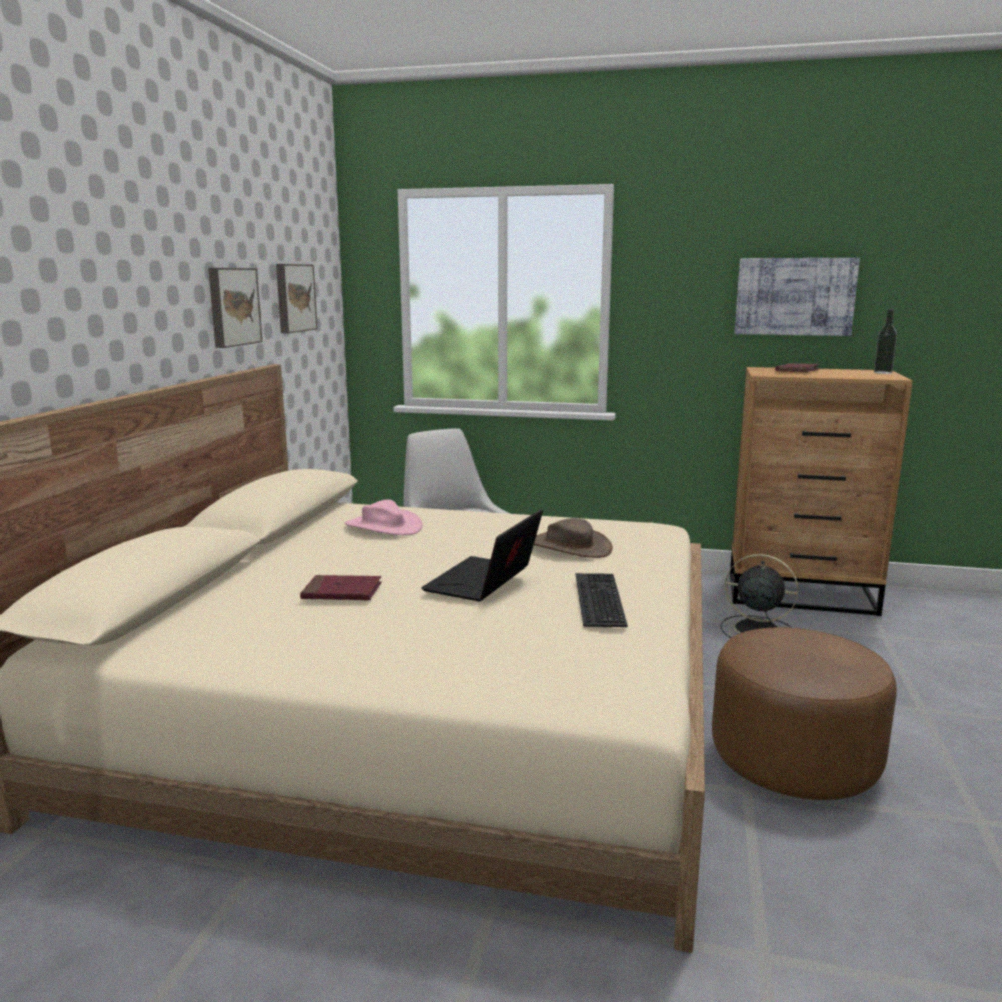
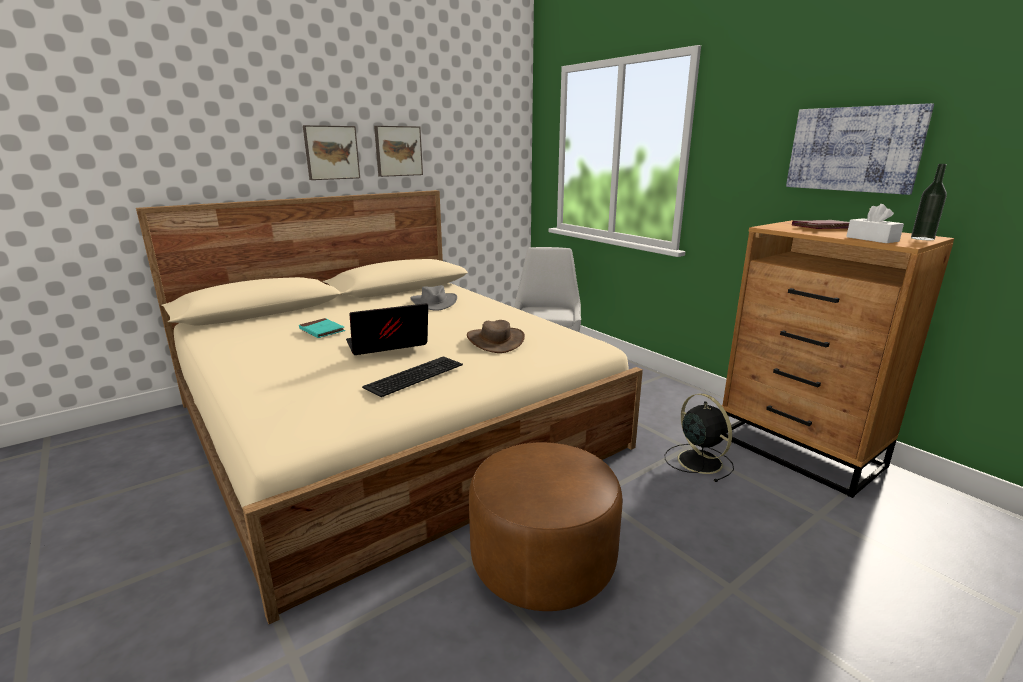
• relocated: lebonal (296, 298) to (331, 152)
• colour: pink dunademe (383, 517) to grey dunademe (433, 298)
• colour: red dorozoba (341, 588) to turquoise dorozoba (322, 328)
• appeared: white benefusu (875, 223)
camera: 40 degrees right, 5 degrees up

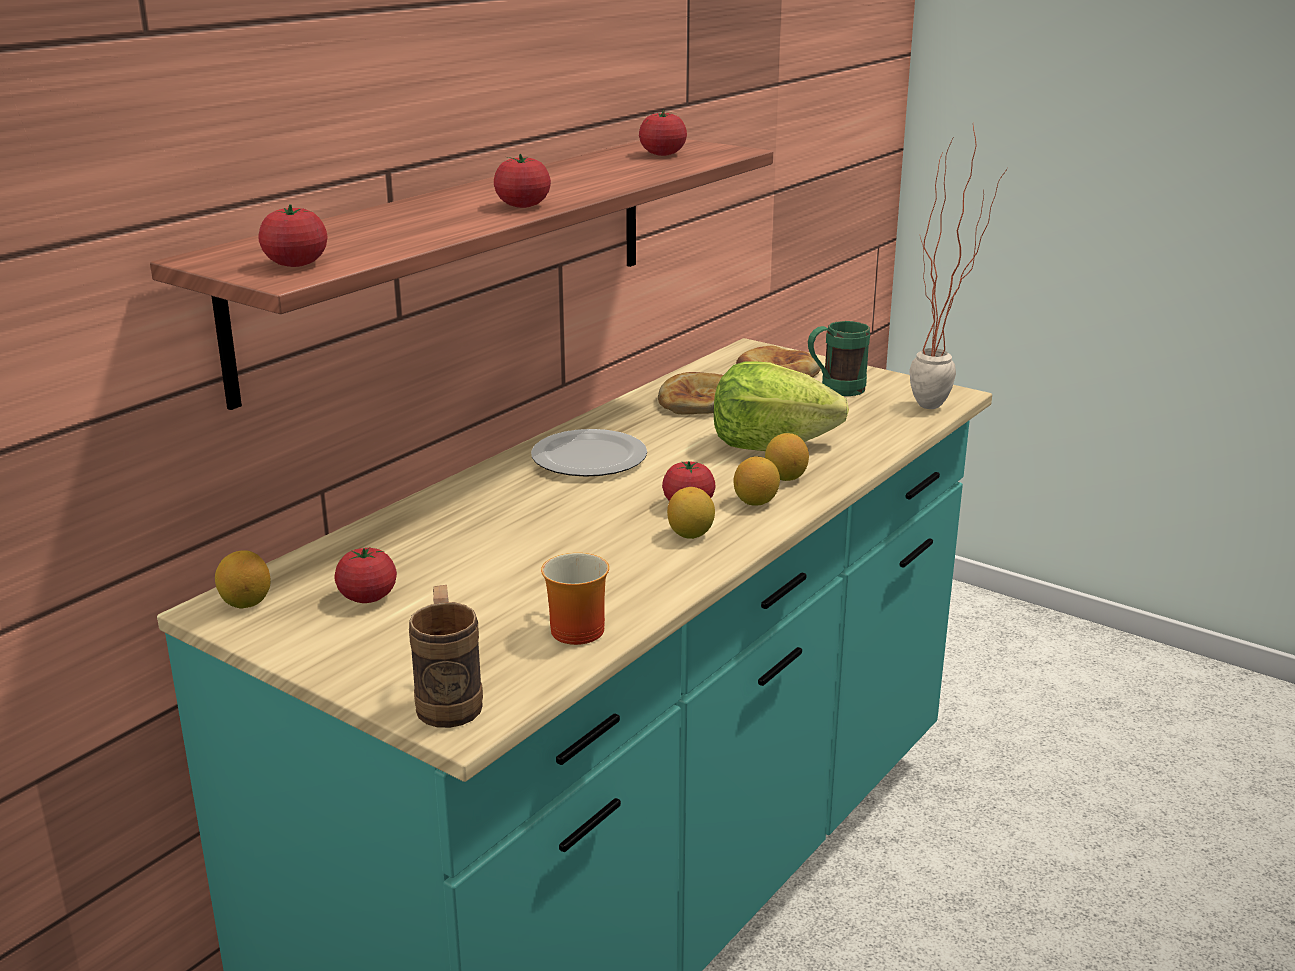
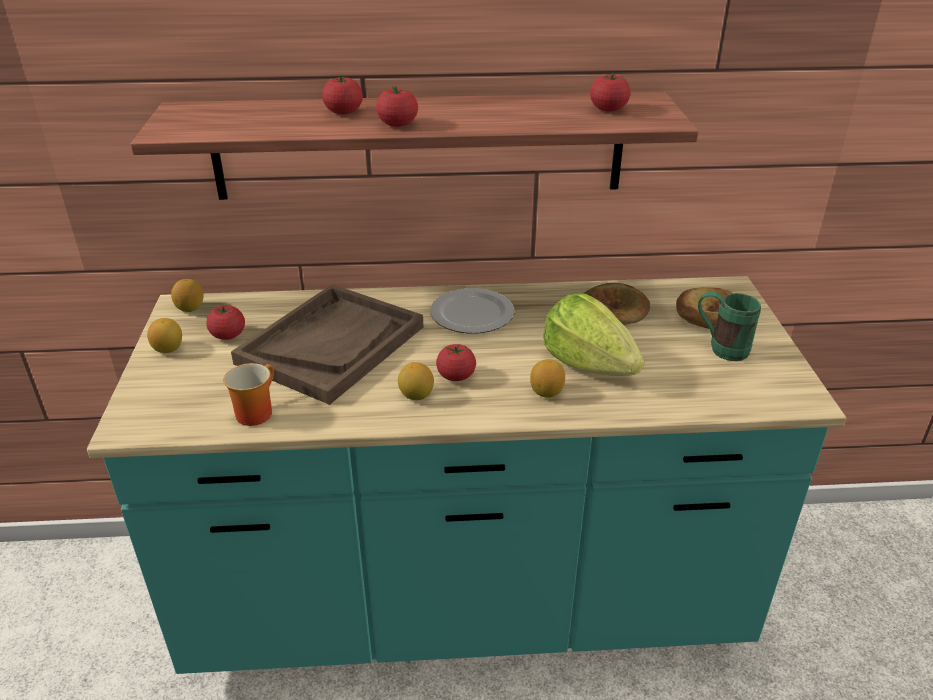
• missing: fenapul (958, 267)
• relocated: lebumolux (293, 235) to (342, 95)
• relocated: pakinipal (756, 481) to (164, 335)
• missing: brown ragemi (446, 656)
• appeared: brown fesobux (327, 344)
camera: 50 degrees right, 10 degrees up

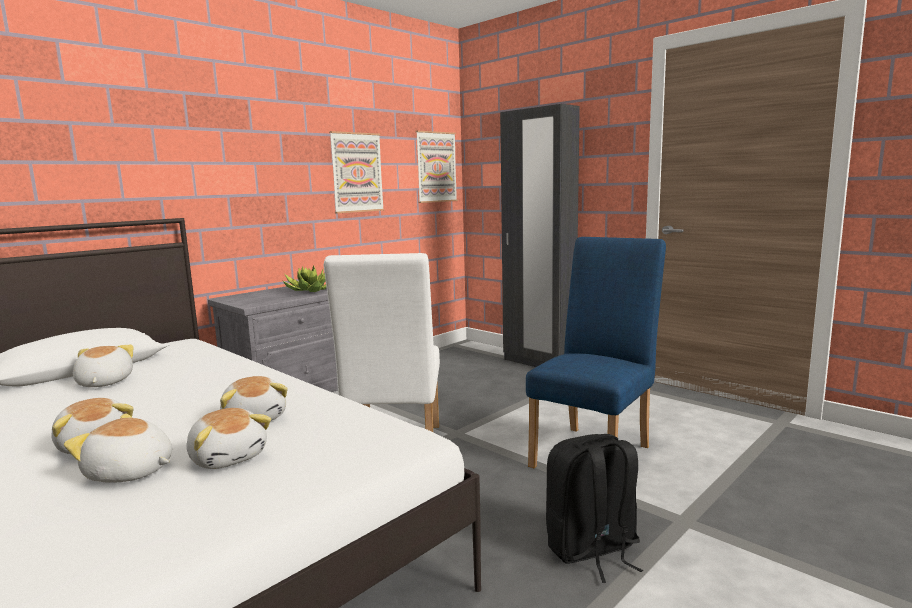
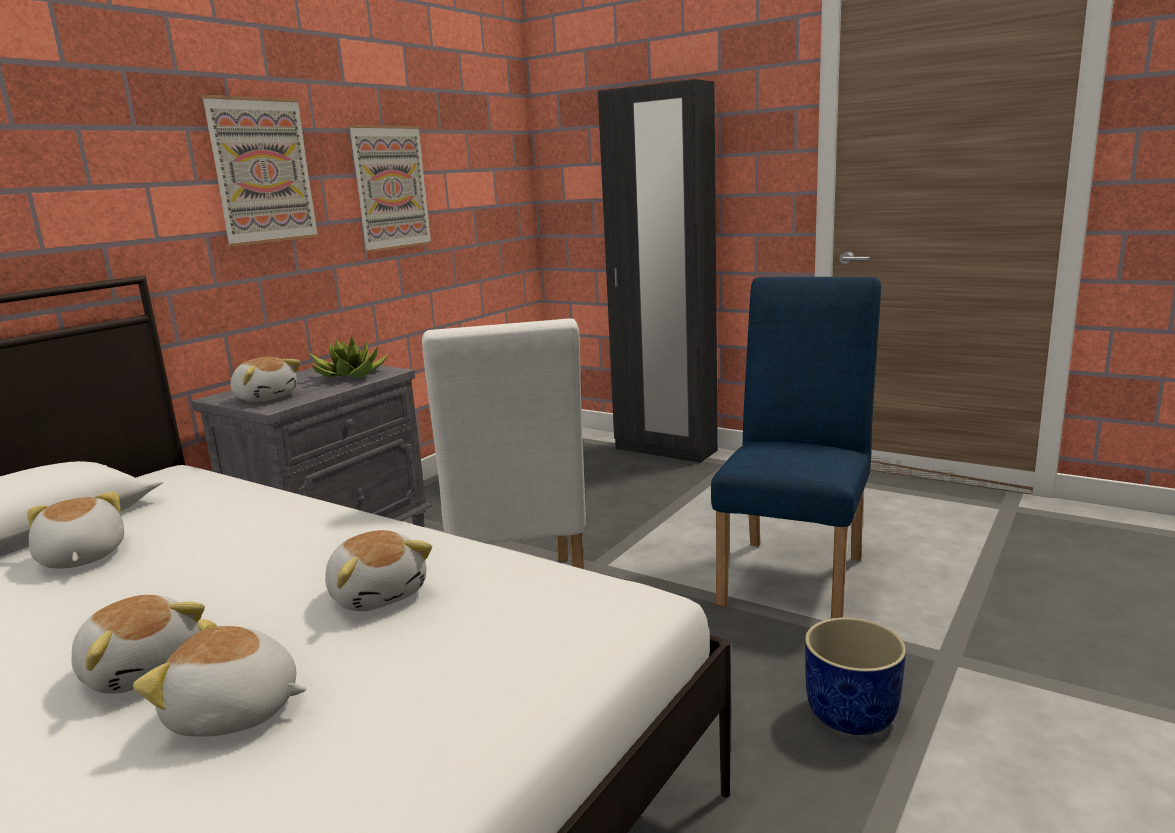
• relocated: lebonal (437, 167) to (260, 171)
• relocated: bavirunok (228, 438) to (265, 379)
• exchanged: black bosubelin (594, 508) to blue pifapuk (855, 676)
camera: 10 degrees left, 5 degrees up

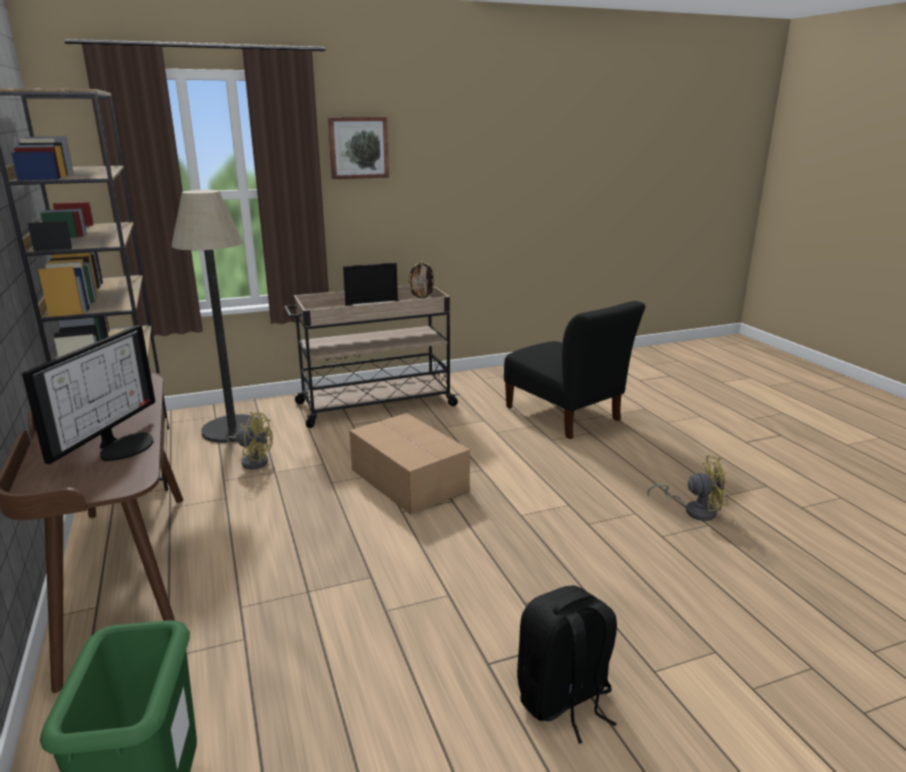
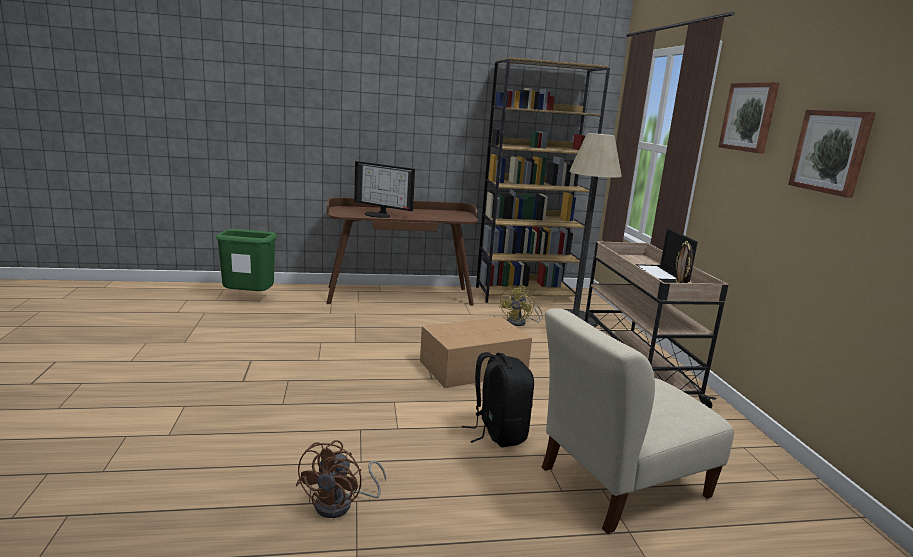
• colour: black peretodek (574, 370) to beige peretodek (638, 421)
• colour: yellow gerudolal (688, 488) to brown gerudolal (341, 479)
• relocated: black bosubelin (567, 664) to (498, 399)
• appeared: lebonal (832, 154)
camera: 100 degrees right, 5 degrees down

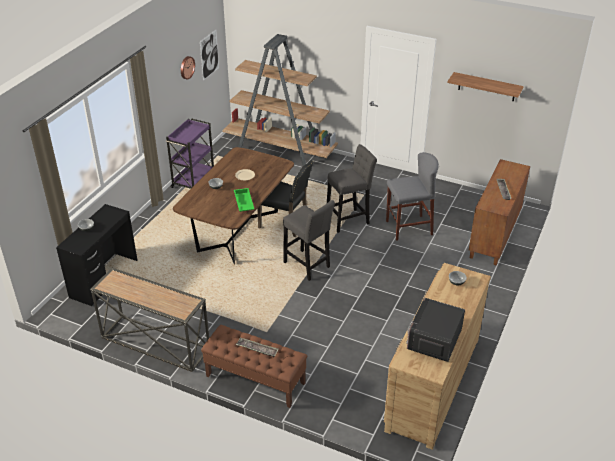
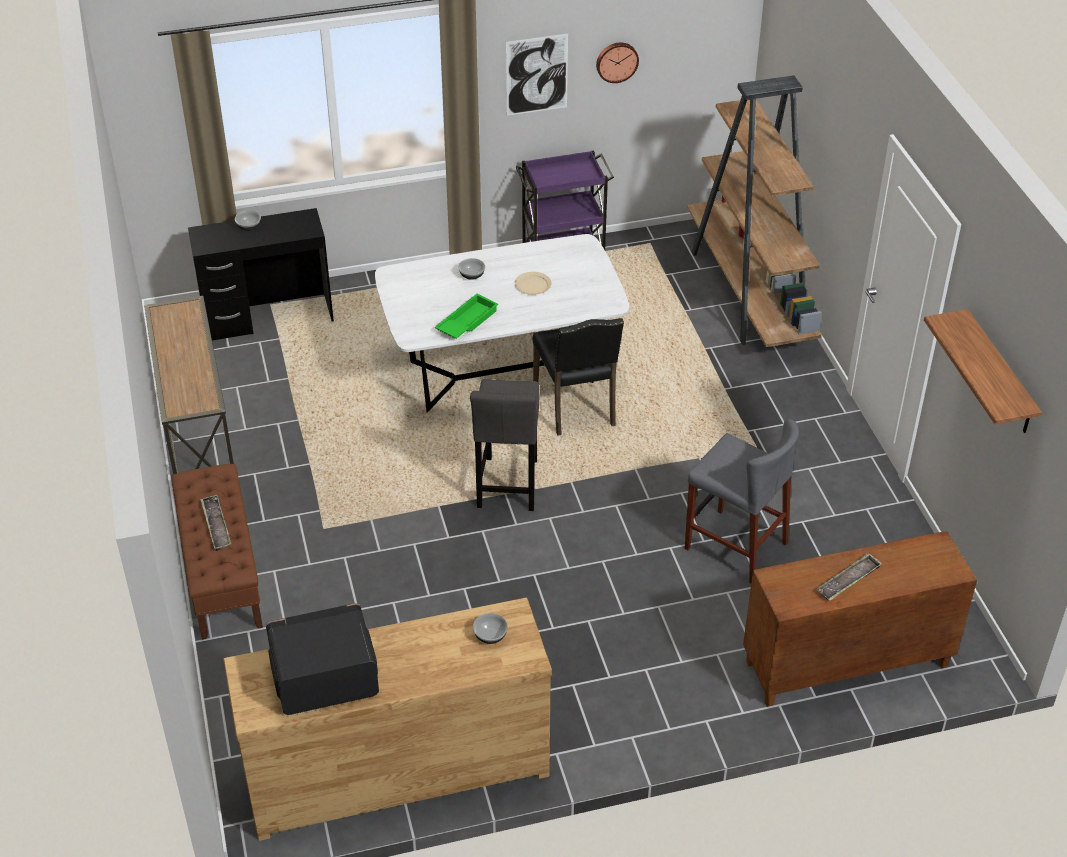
• relocated: lebonal (209, 55) to (537, 74)
• missing: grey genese (352, 188)
• colour: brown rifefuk (233, 205) to white rifefuk (502, 323)
camera: 50 degrees right, 5 degrees up

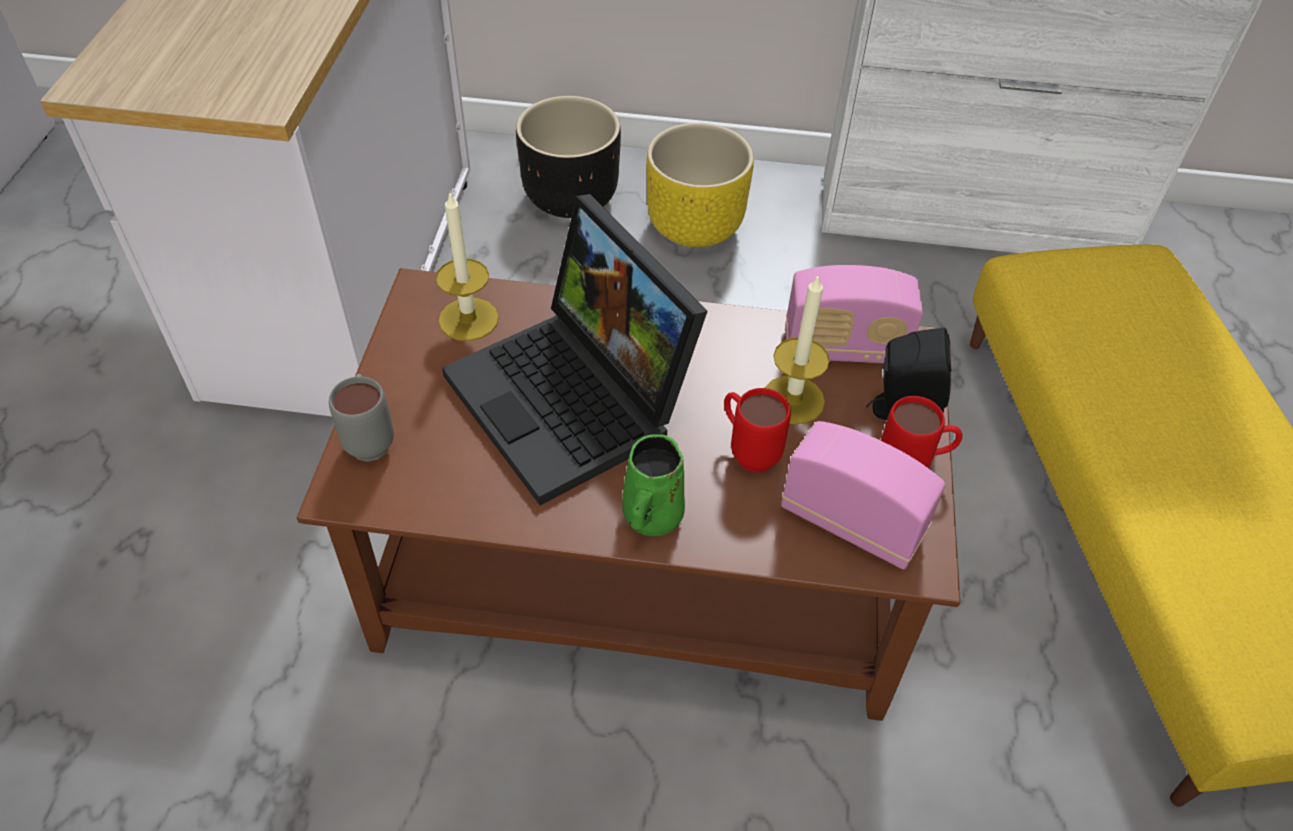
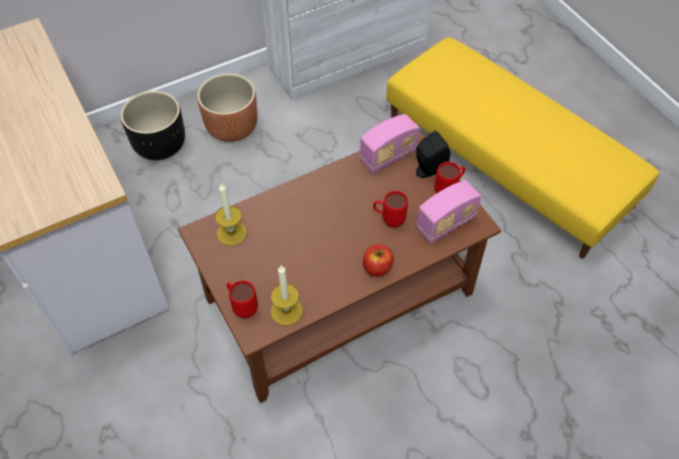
• colour: yellow pifapuk (700, 185) to brown pifapuk (227, 107)
• missing: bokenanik (575, 349)
• relocated: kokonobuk (797, 349) to (287, 296)
• colour: grey ragemi (361, 418) to red ragemi (242, 299)
• spun: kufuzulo (863, 495) = (448, 212) 150 degrees clockwise
• exchanged: green ragemi (653, 485) to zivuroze (378, 260)
camera: 35 degrees left, 5 degrees up

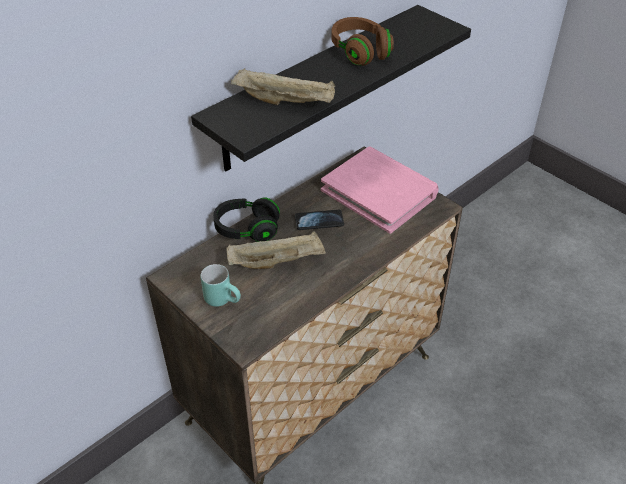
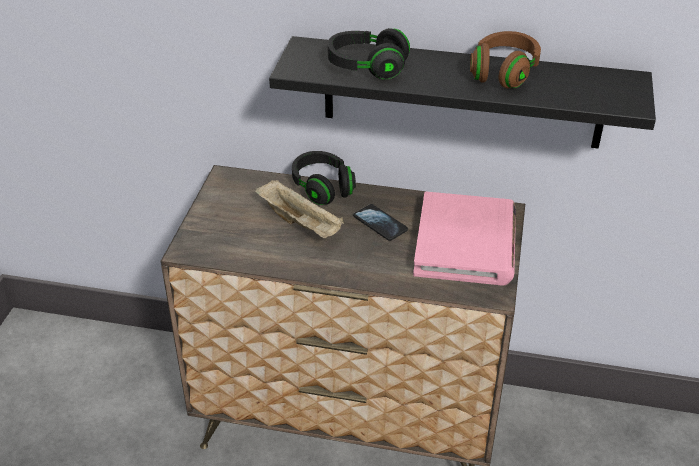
• exchanged: beige fesobux (283, 86) to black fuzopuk (369, 54)
• missing: turquoise ragemi (221, 285)
camera: 55 degrees right, 5 degrees down

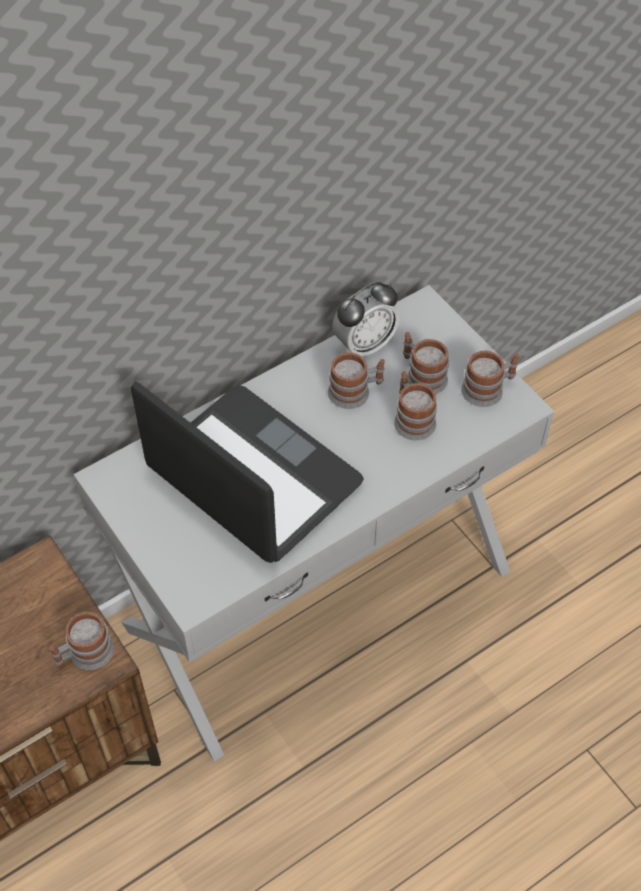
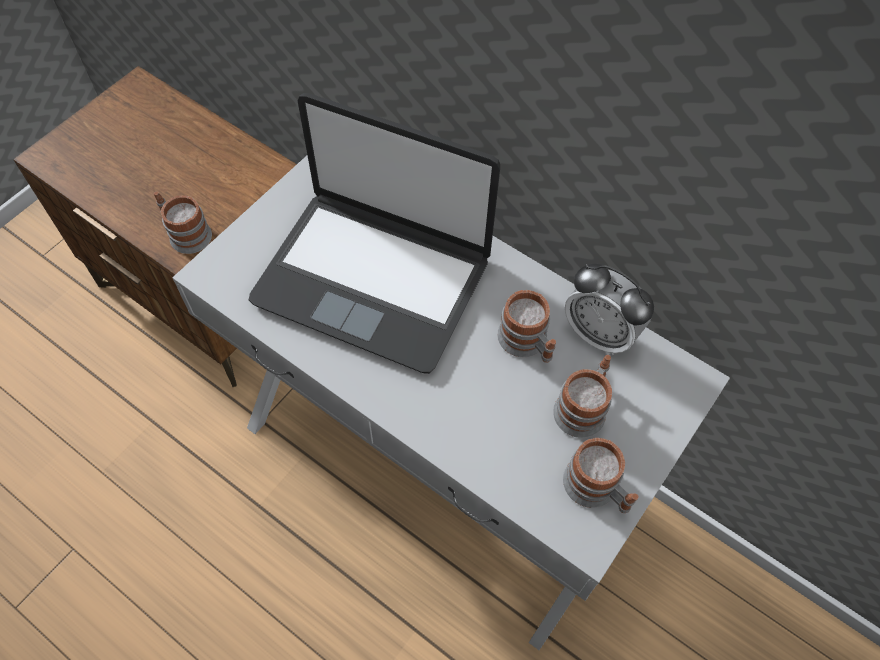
• missing: ragemi (415, 406)
• spun: bokenanik (247, 472) = (374, 233) 90 degrees clockwise
camera: 70 degrees right, 5 degrees up

